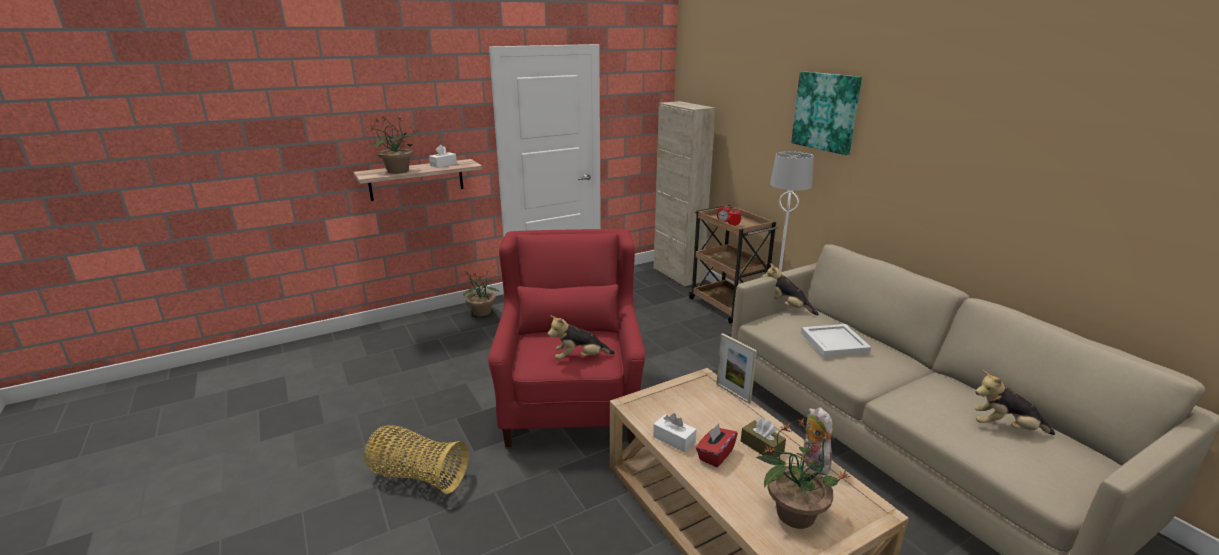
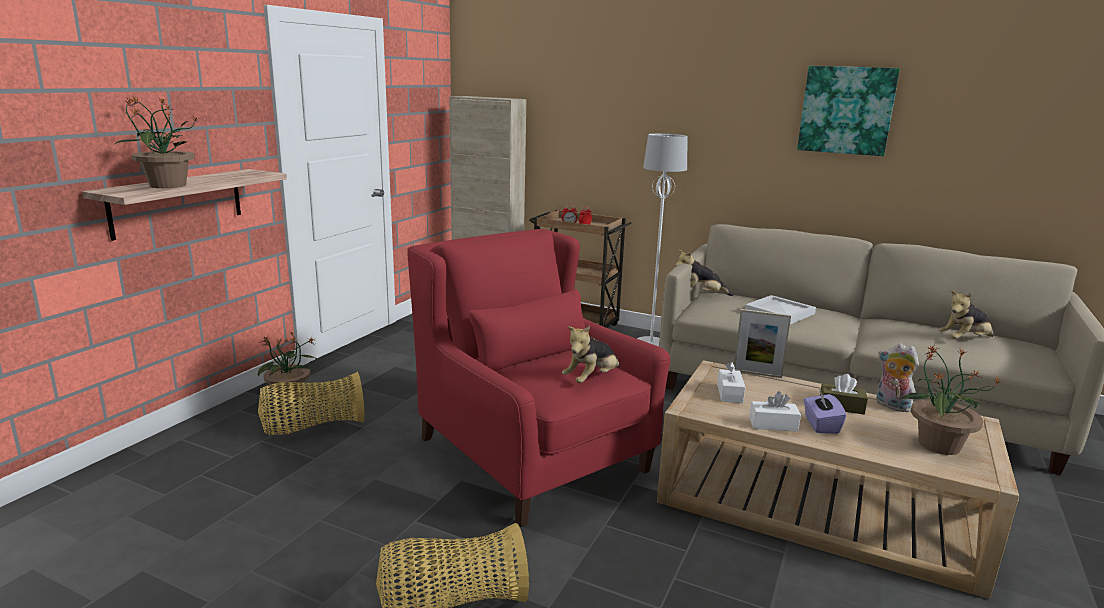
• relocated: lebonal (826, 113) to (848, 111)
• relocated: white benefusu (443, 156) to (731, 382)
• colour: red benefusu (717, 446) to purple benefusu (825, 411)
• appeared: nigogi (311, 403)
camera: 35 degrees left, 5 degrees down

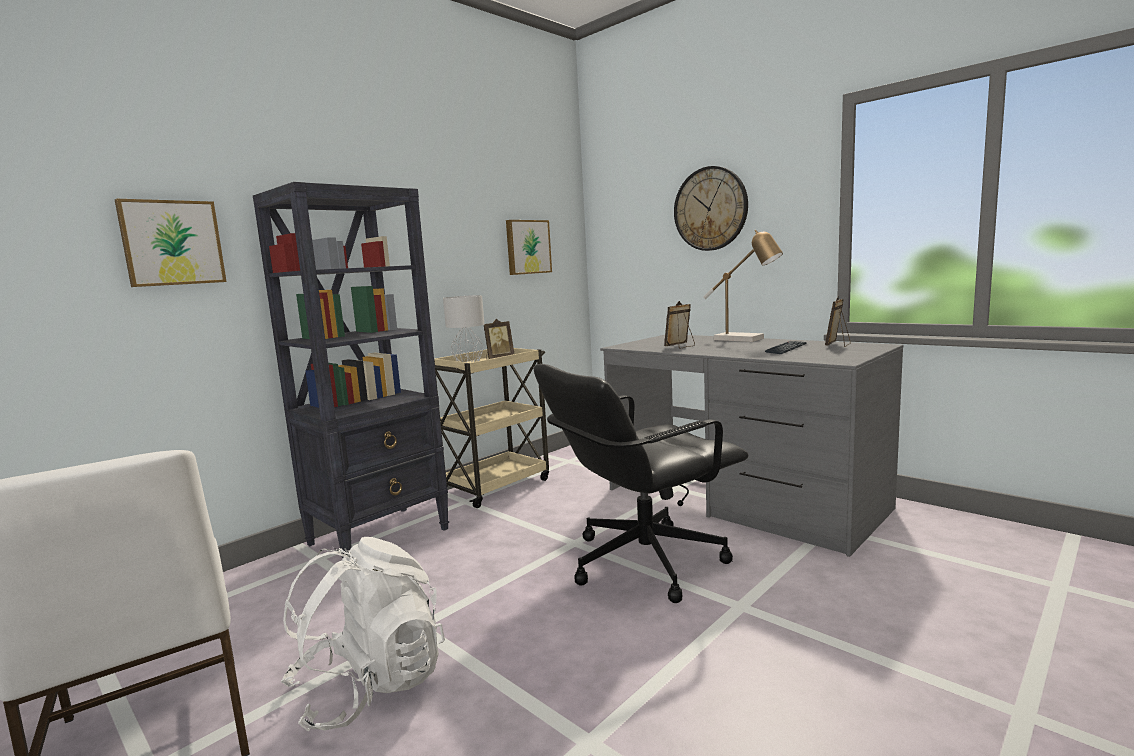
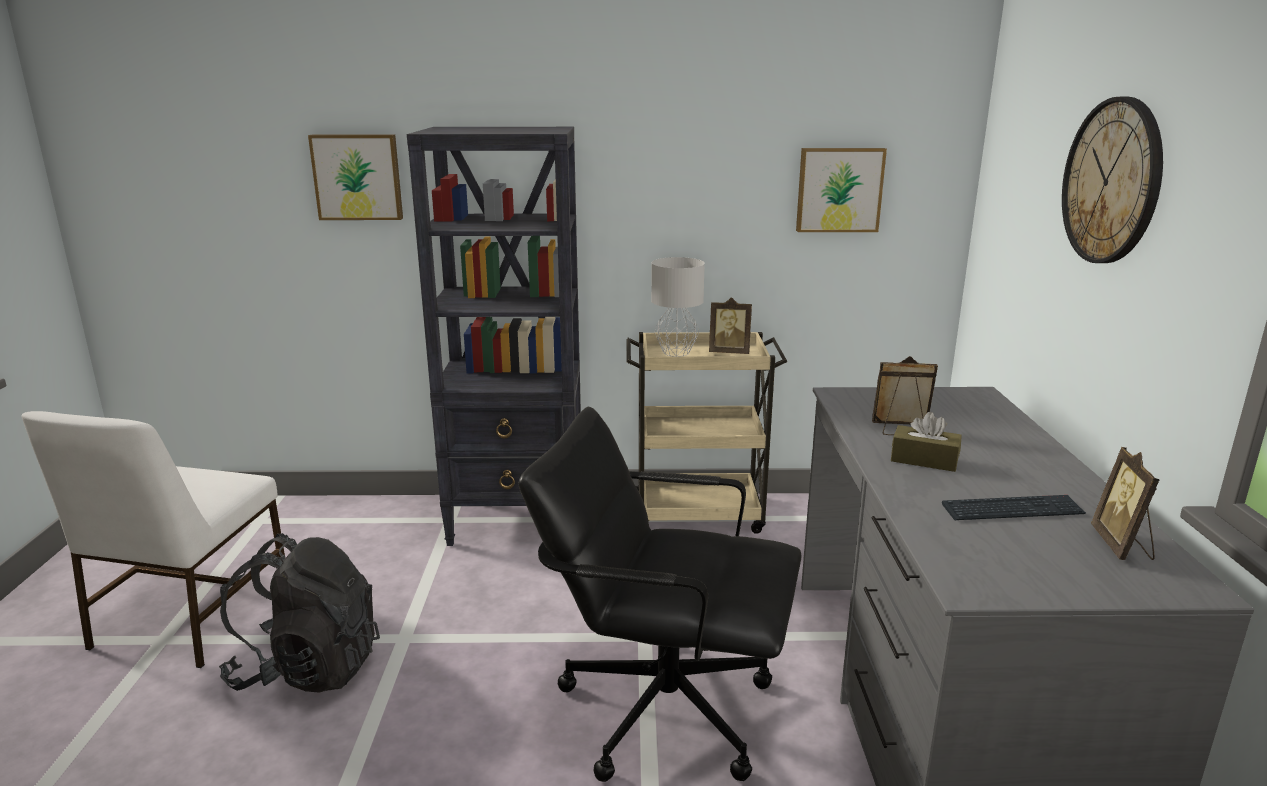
• missing: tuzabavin (743, 286)
• spun: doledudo (838, 321) = (1125, 503) 75 degrees counterclockwise
• colour: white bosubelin (362, 634) to black bosubelin (299, 613)
• appeared: brown benefusu (926, 442)
camera: 45 degrees right, 10 degrees up

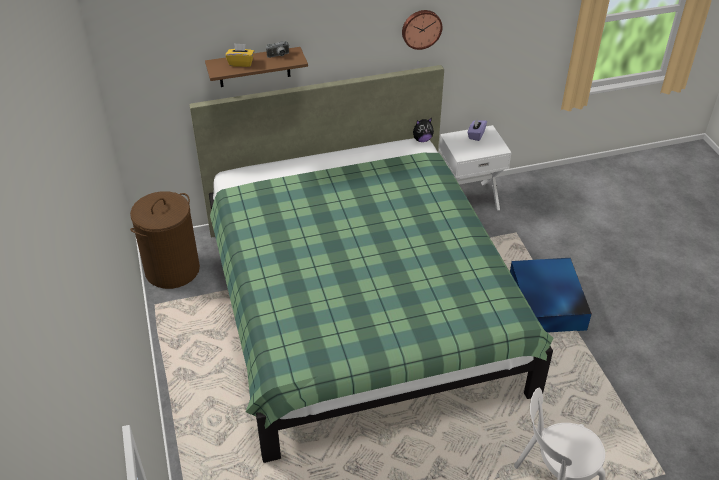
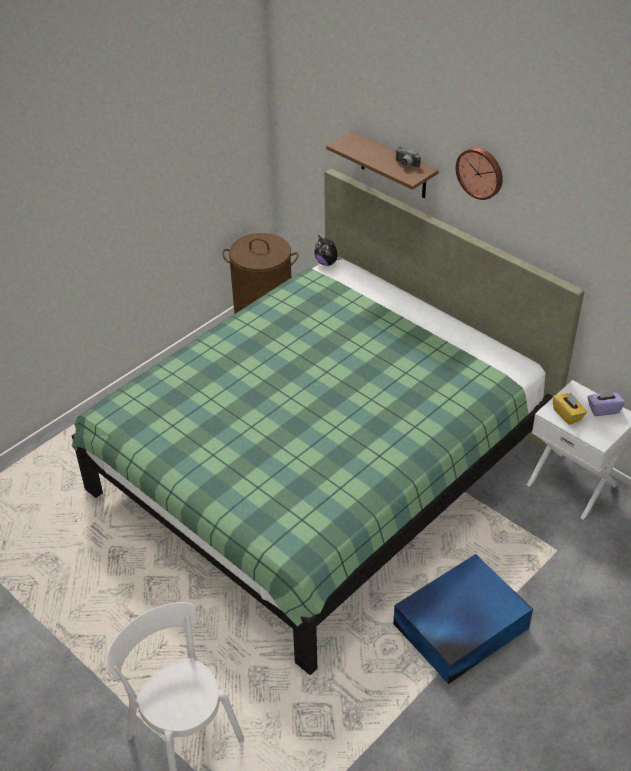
• relocated: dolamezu (422, 30) to (479, 173)
• relocated: yellow benefusu (239, 55) to (570, 408)
• relocated: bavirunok (423, 130) to (328, 250)
camera: 60 degrees right, 0 degrees up

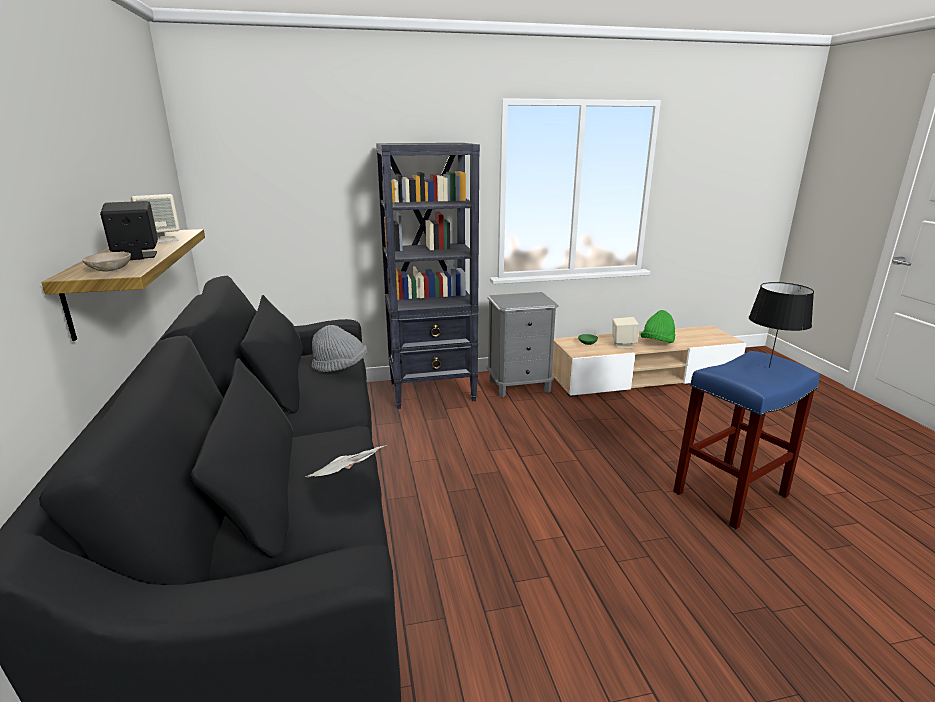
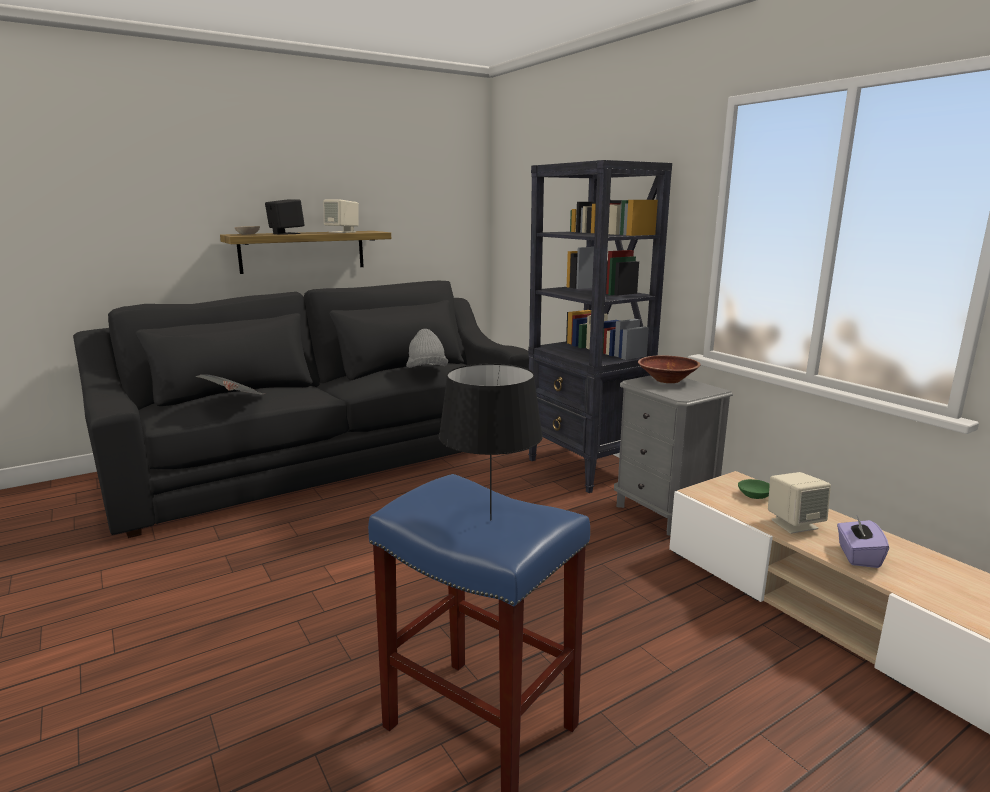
• exchanged: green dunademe (657, 326) to purple benefusu (863, 542)
• appeared: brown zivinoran (669, 369)
camera: 70 degrees right, 5 degrees down

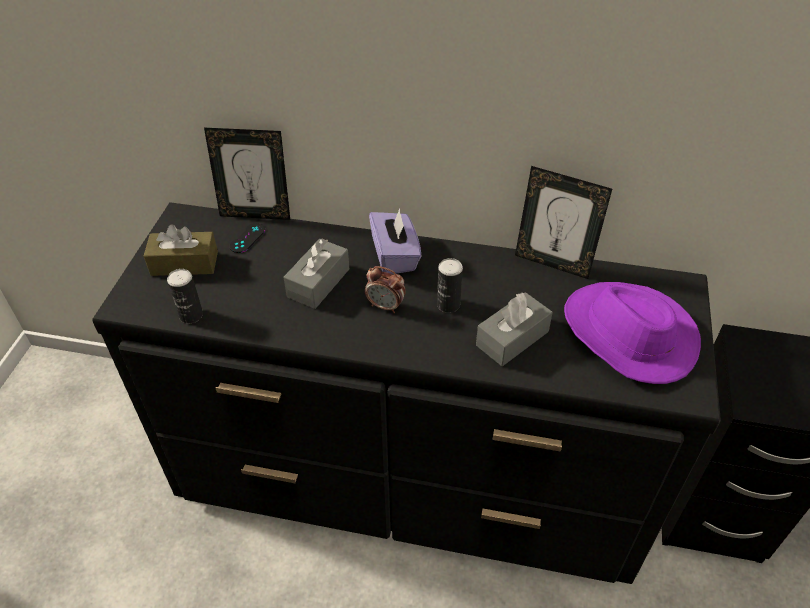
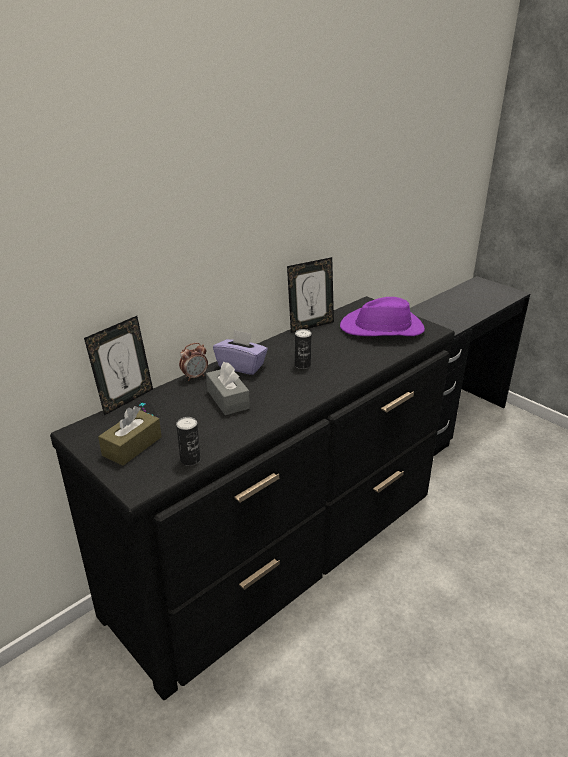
• relocated: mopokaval (385, 289) to (193, 362)
• missing: grey benefusu (514, 329)
camera: 55 degrees left, 15 degrees down

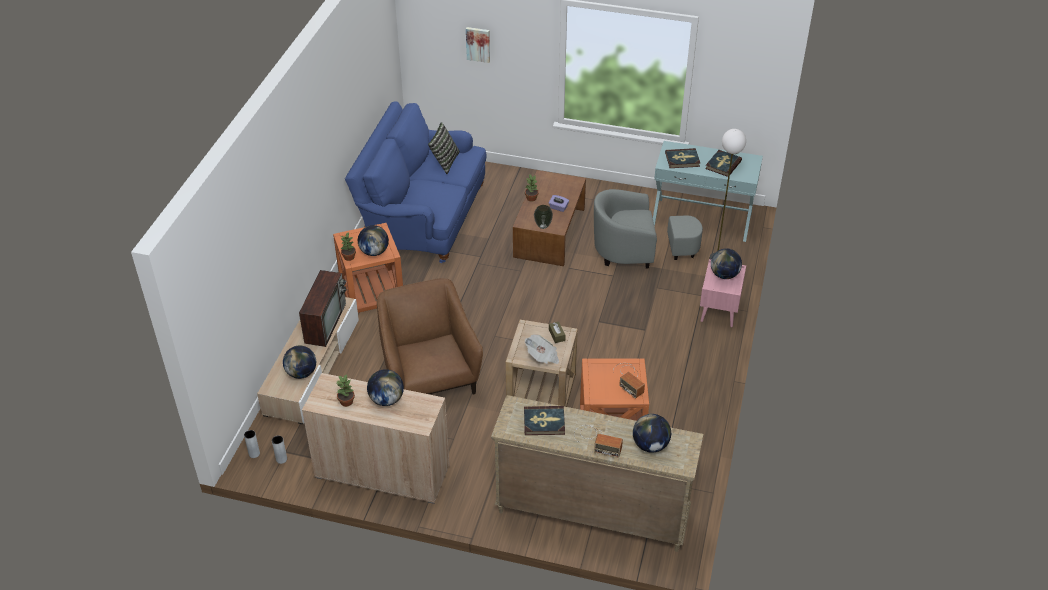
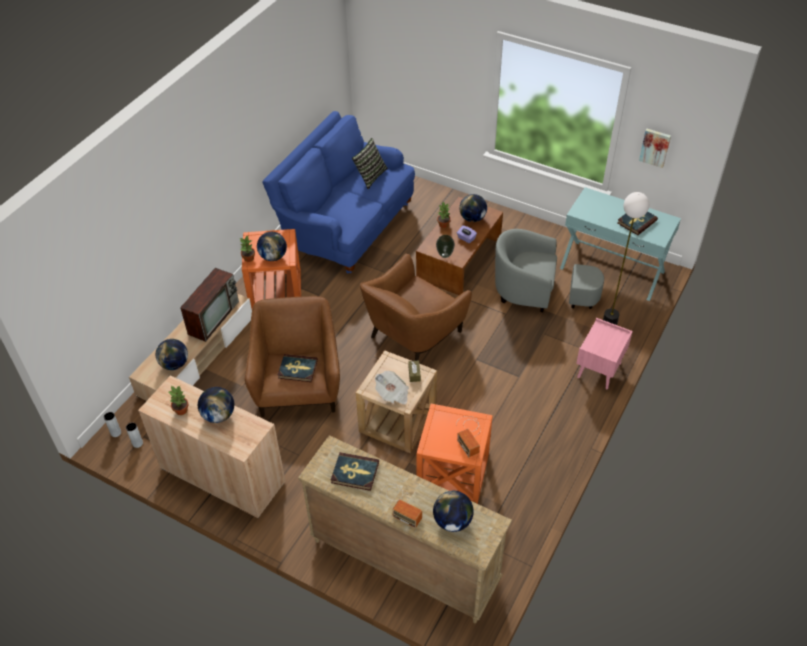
• relocated: lebonal (478, 45) to (655, 148)
• relocated: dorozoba (682, 158) to (298, 368)
• relocated: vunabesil (726, 263) to (473, 208)
• appeared: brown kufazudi (416, 307)
camera: 15 degrees right, 5 degrees up

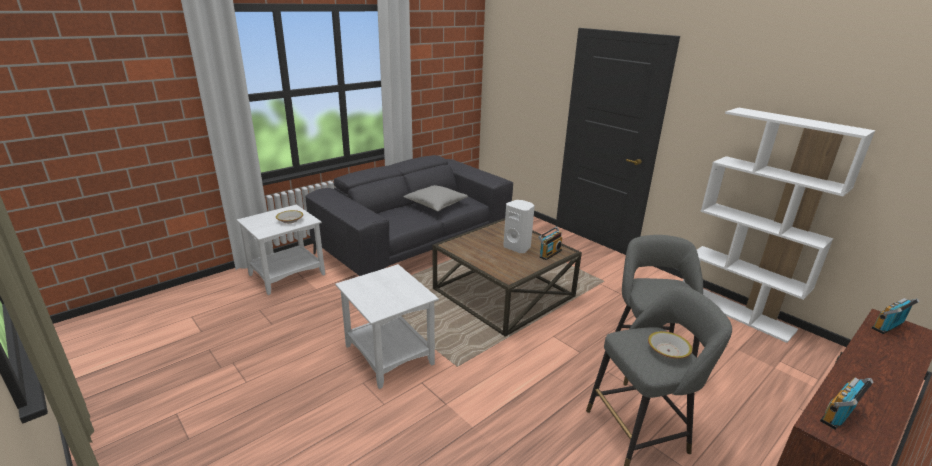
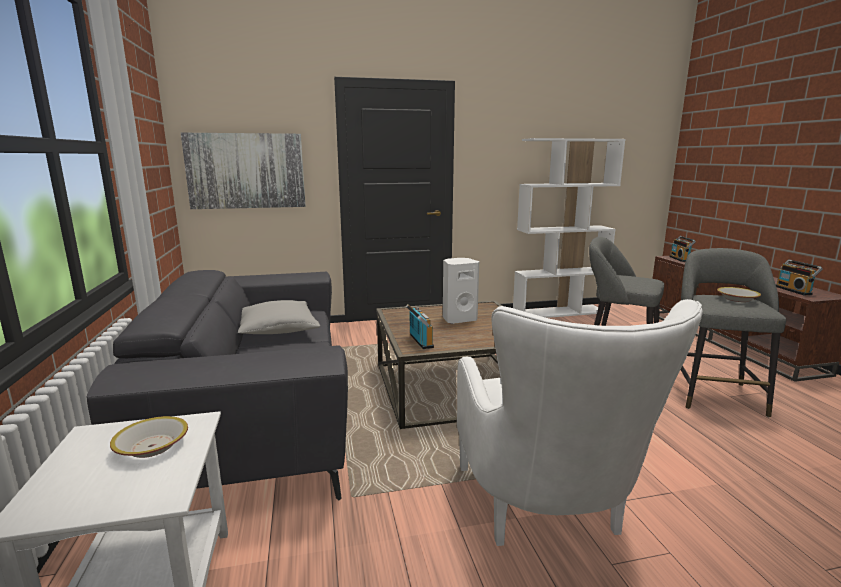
• relocated: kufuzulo (550, 243) to (420, 326)
• exchanged: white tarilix (387, 326) to white kufazudi (580, 422)
• appeared: lebonal (243, 171)
camera: 60 degrees left, 10 degrees down

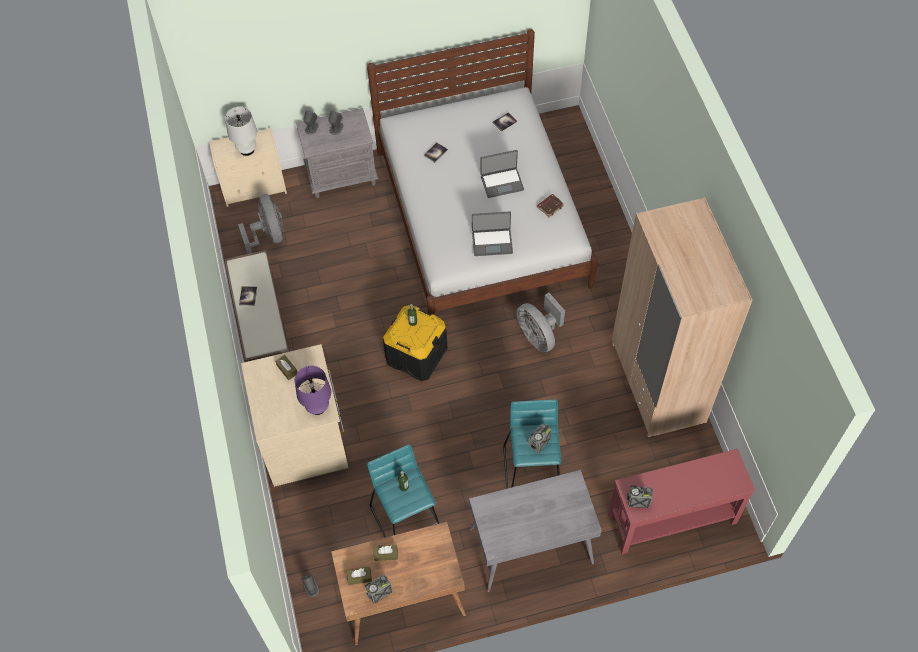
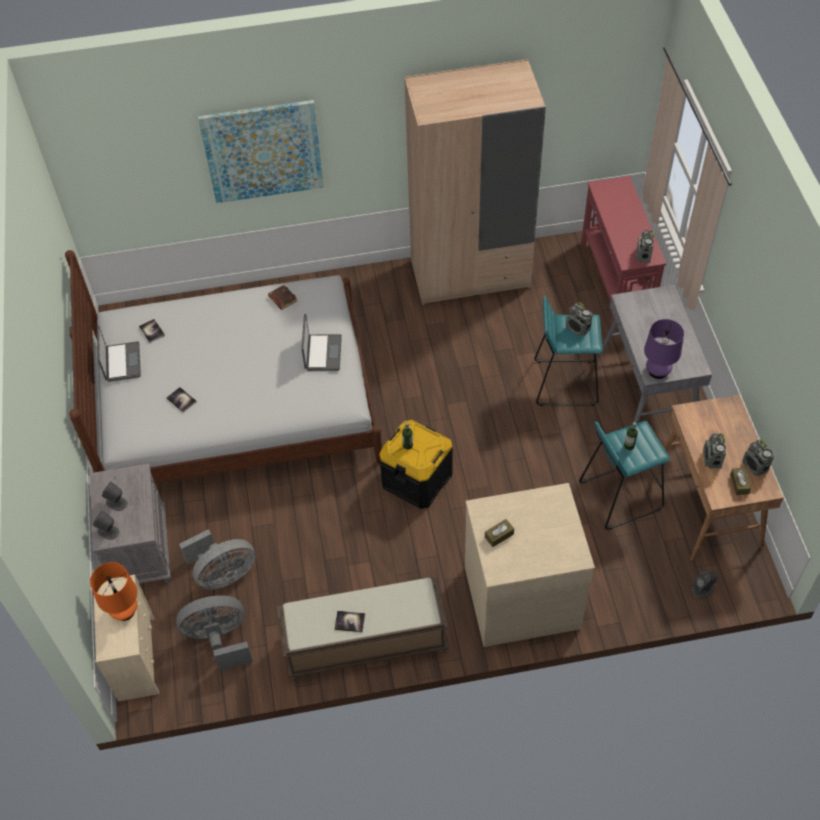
• colour: white tuzabavin (241, 131) to orange tuzabavin (113, 591)
• relocated: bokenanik (502, 174) to (119, 354)
• relocated: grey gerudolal (540, 323) to (217, 559)
• relocated: purple tuzabavin (313, 390) to (664, 349)
• exchanged: brown benefusu (386, 553) to kufuzulo (714, 451)
• appeared: lebonal (261, 151)
camera: 85 degrees left, 5 degrees down

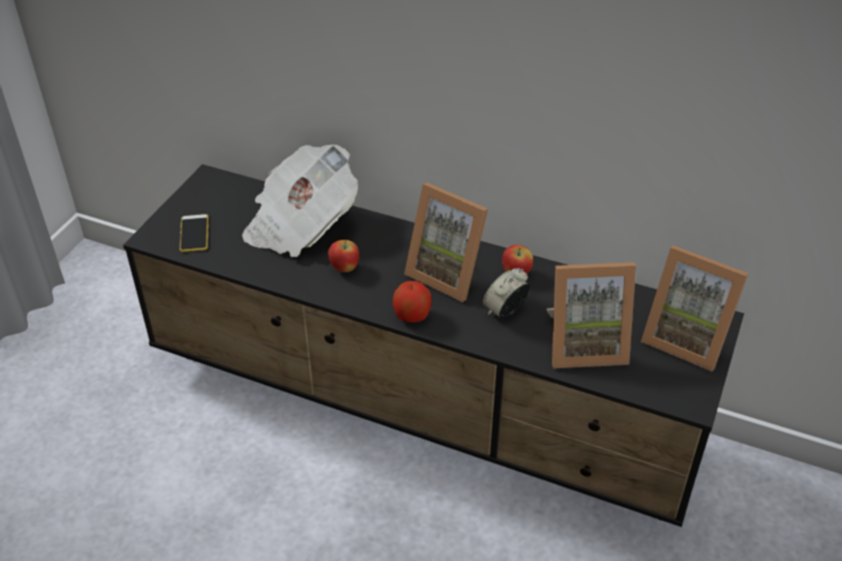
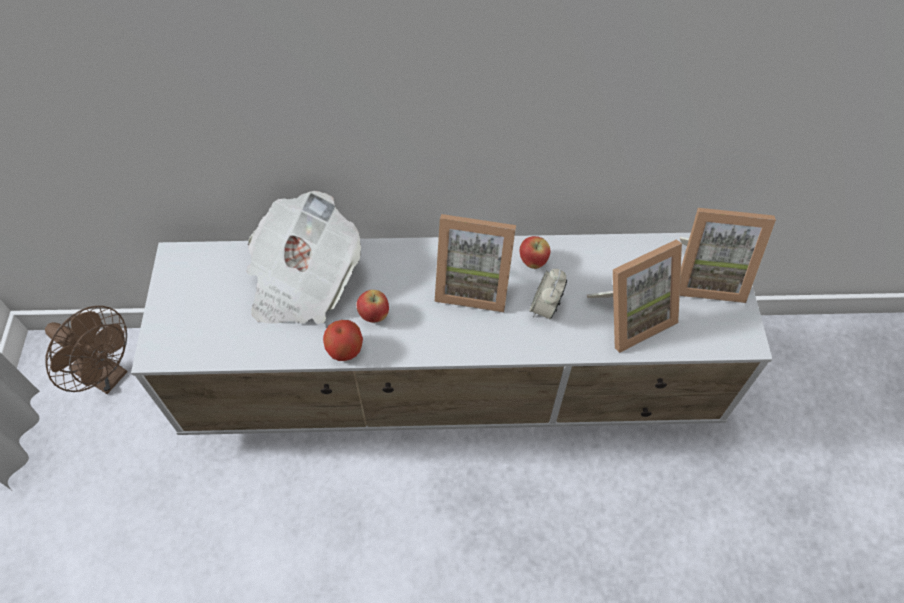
• colour: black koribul (433, 345) to white koribul (451, 334)
• missing: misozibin (194, 233)
• relocated: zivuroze (412, 302) to (343, 340)
• appeared: brown gerudolal (86, 350)
camera: 25 degrees left, 15 degrees up

